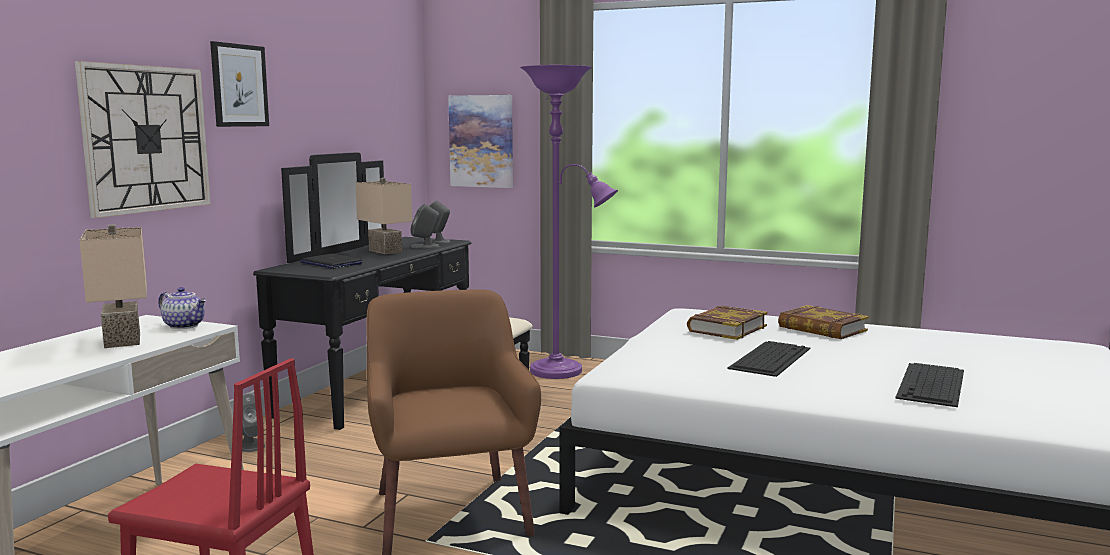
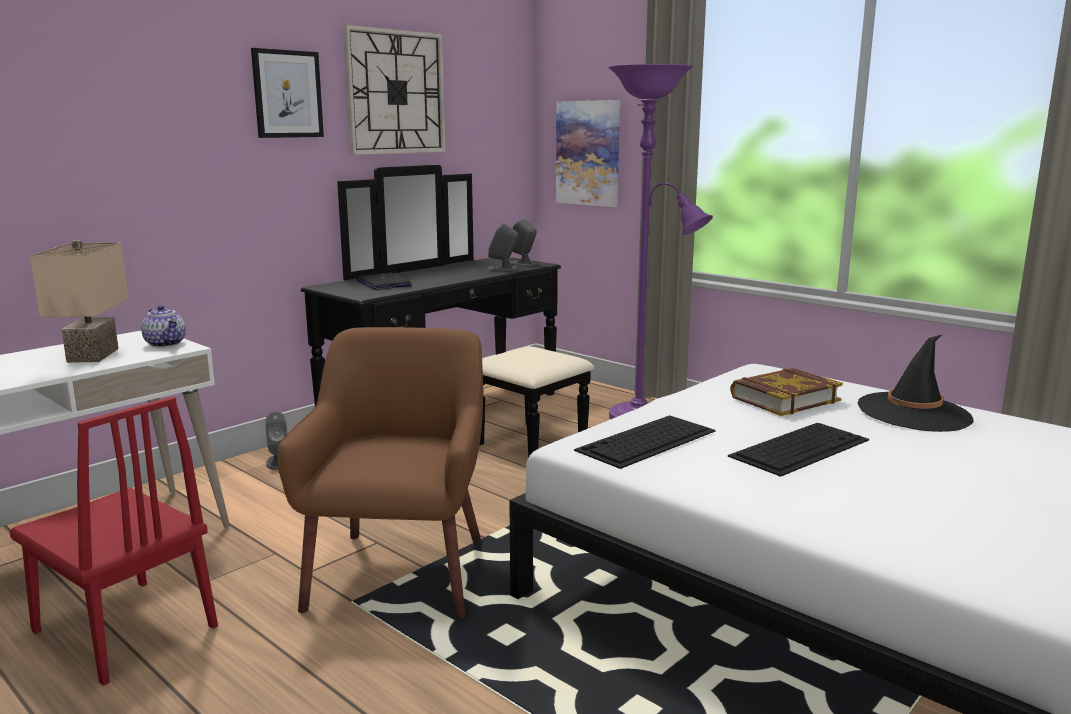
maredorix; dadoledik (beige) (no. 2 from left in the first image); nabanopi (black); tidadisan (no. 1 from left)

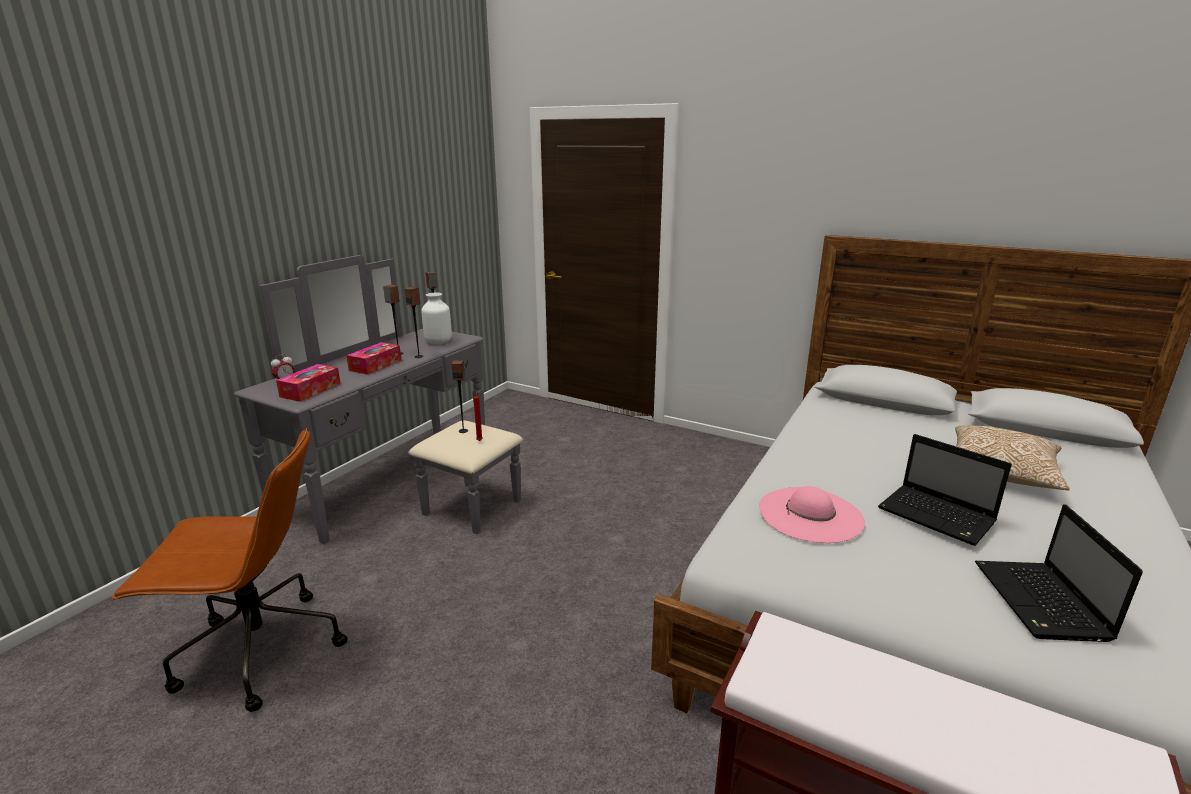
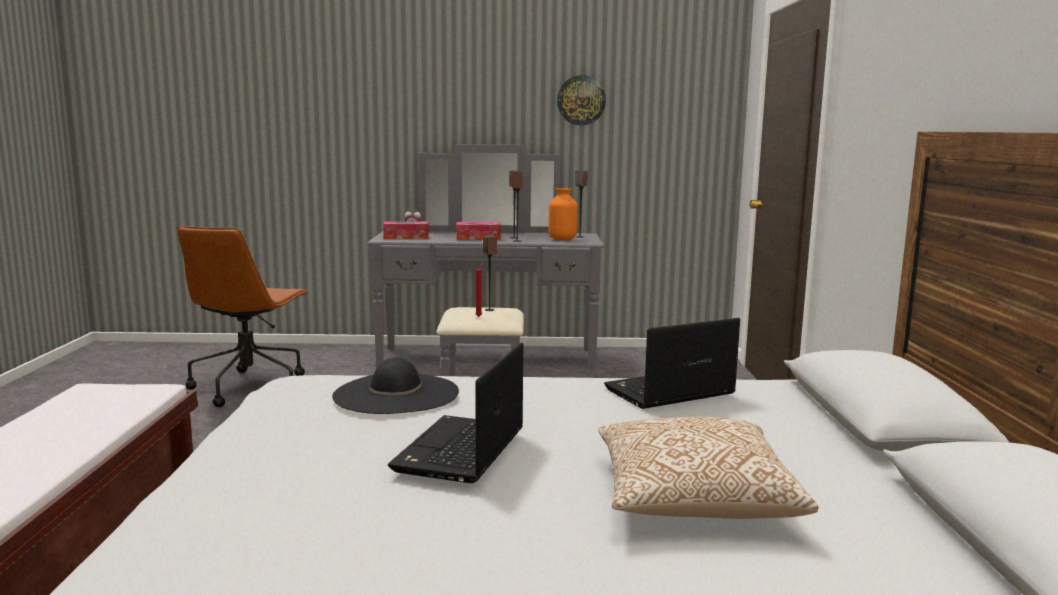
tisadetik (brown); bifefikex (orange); nabanopi (black); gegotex (no. 2 from left); maredorix

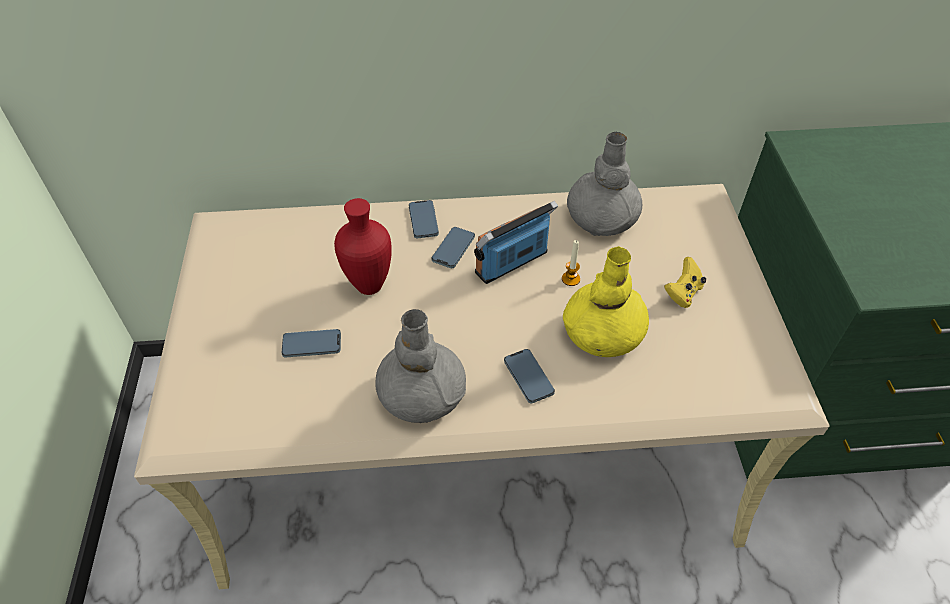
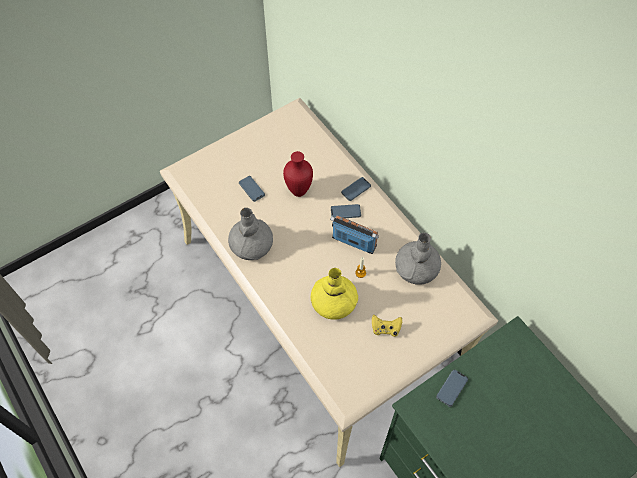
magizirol (no. 4 from left)

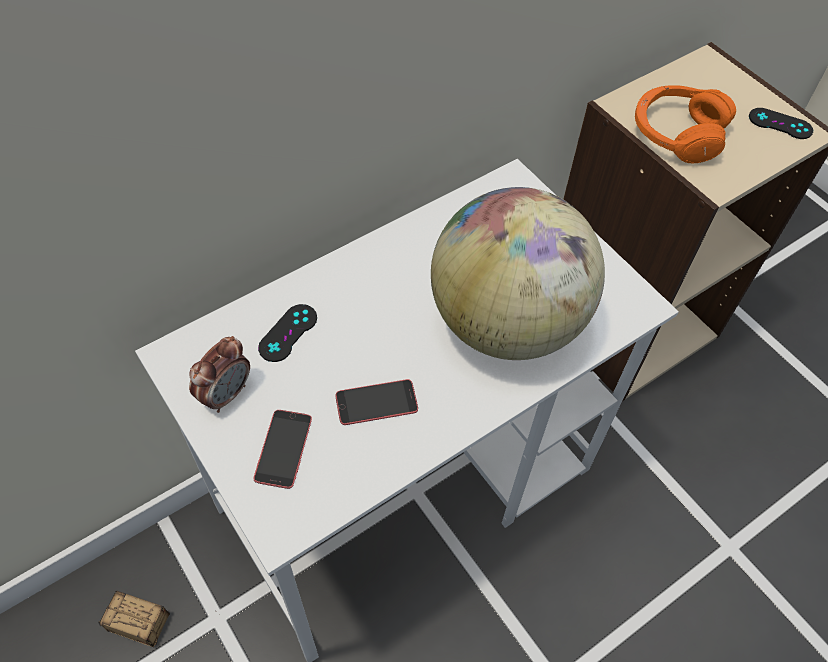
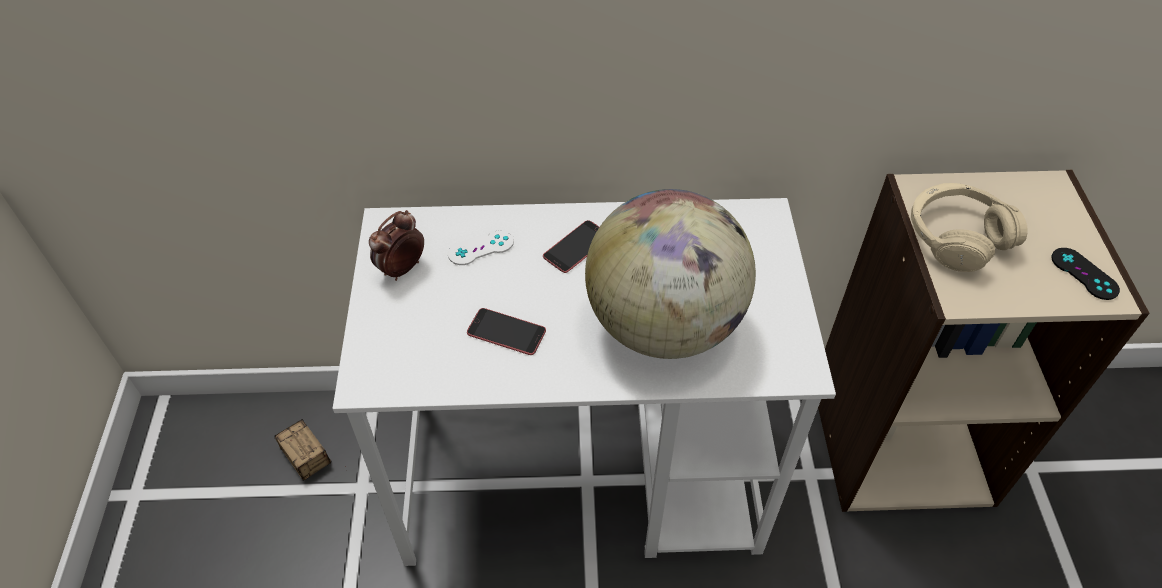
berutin; magizirol (no. 2 from left); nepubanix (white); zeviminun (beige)

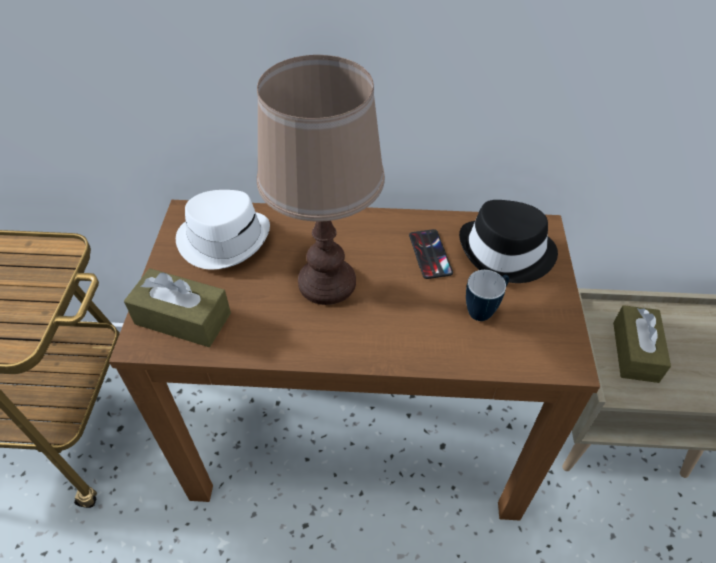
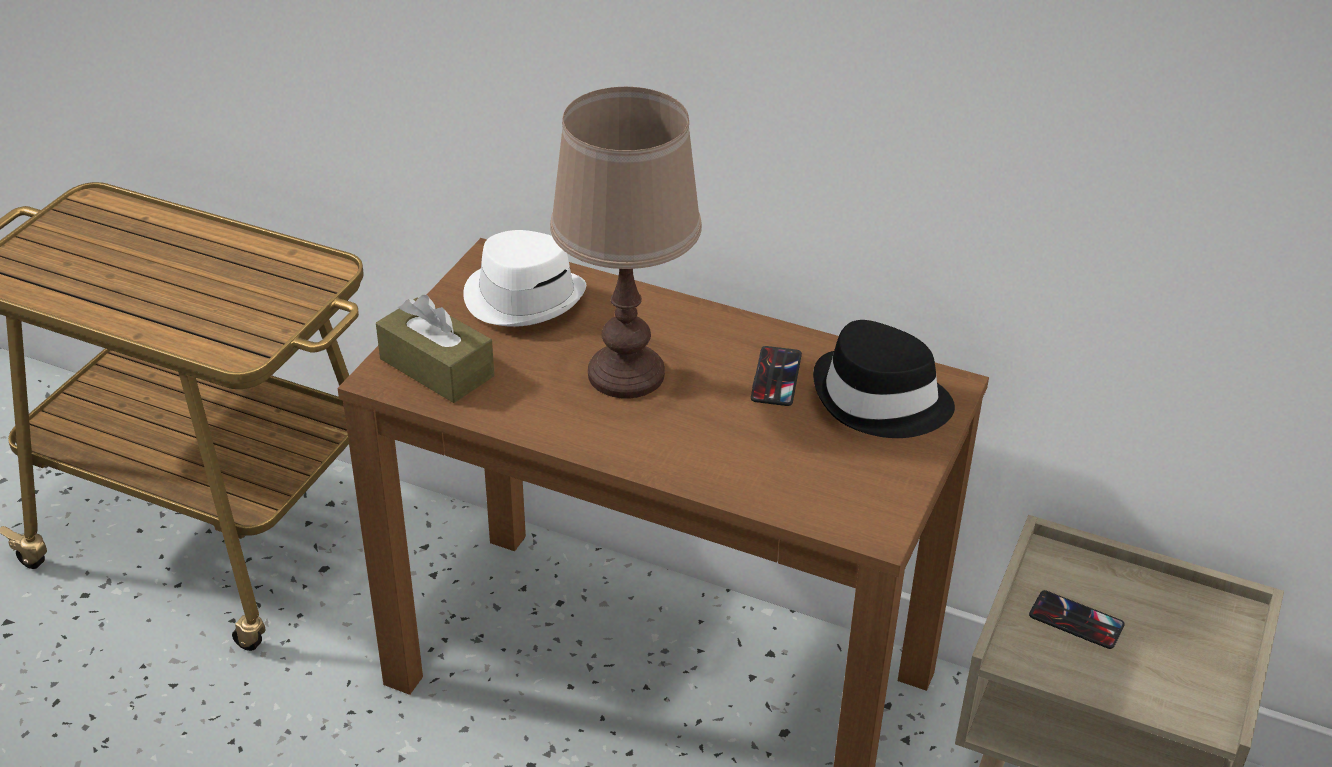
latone; magizirol (no. 2 from left)

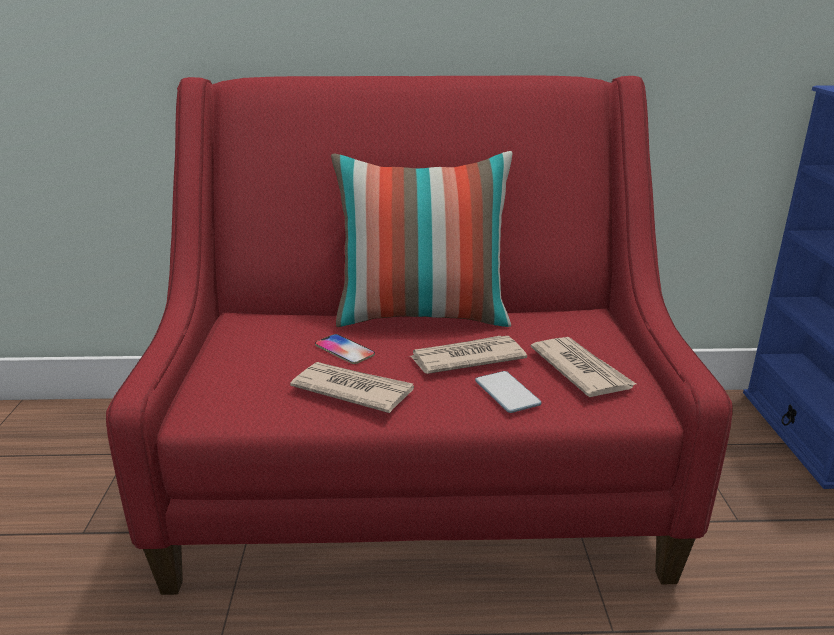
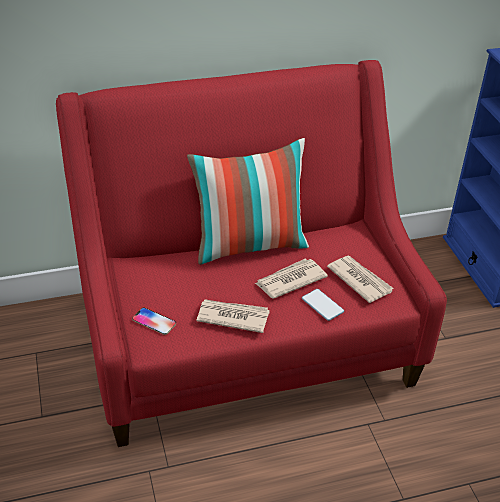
magizirol (no. 1 from left)

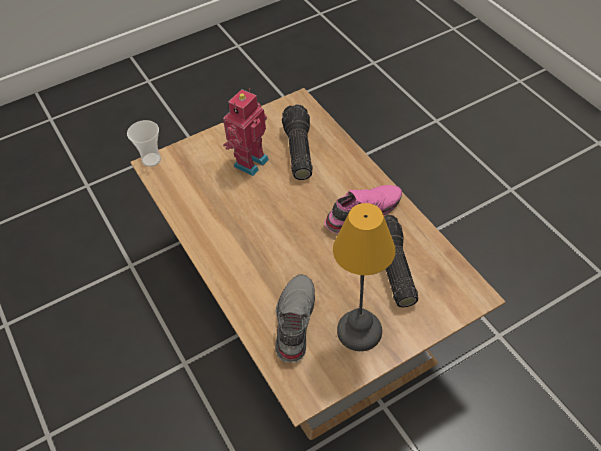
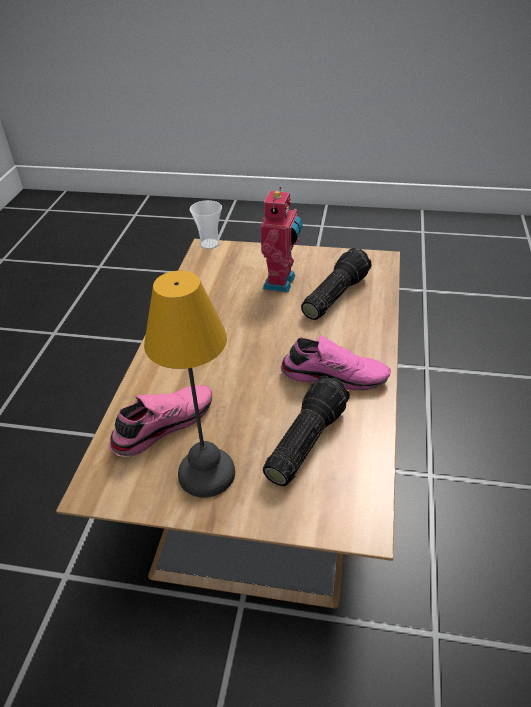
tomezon; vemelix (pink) (no. 1 from left)

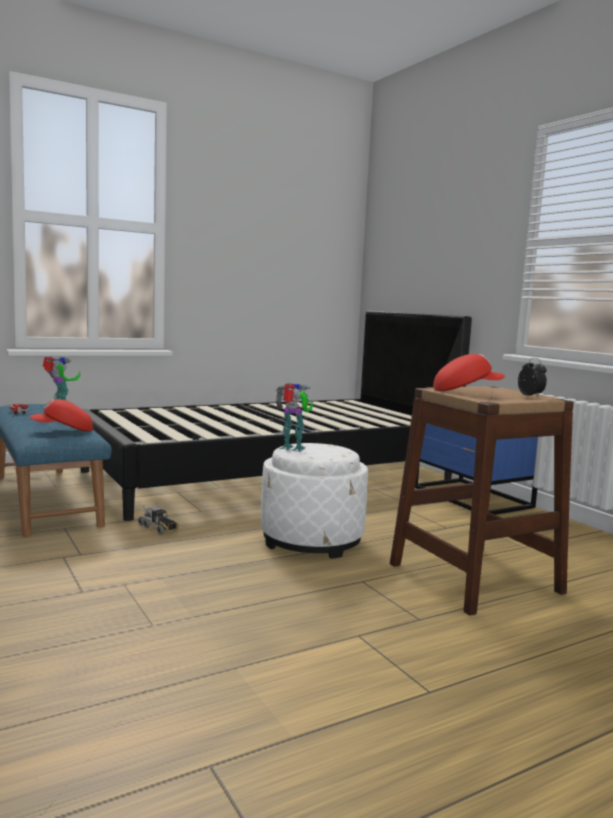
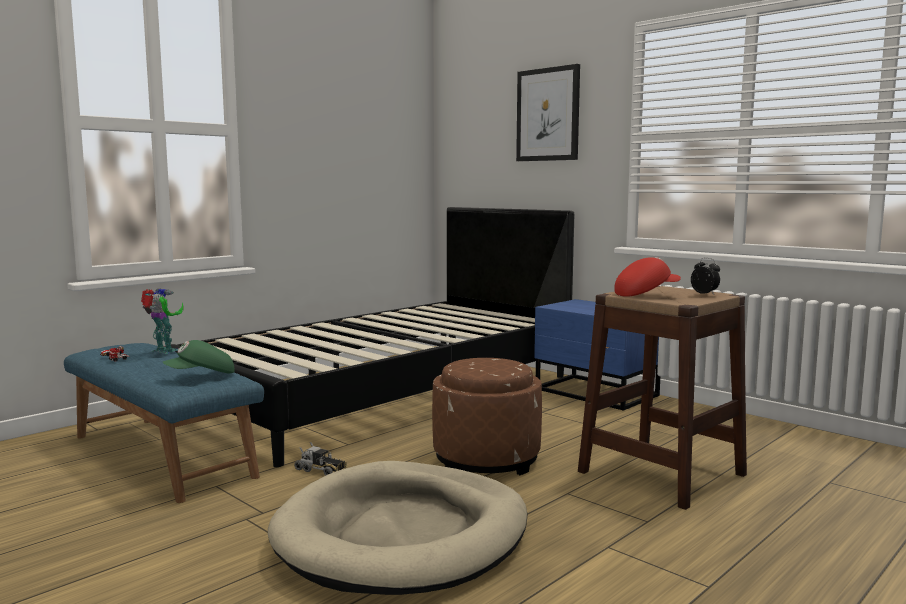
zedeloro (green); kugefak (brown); tomezon (no. 2 from left in the first image); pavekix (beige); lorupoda

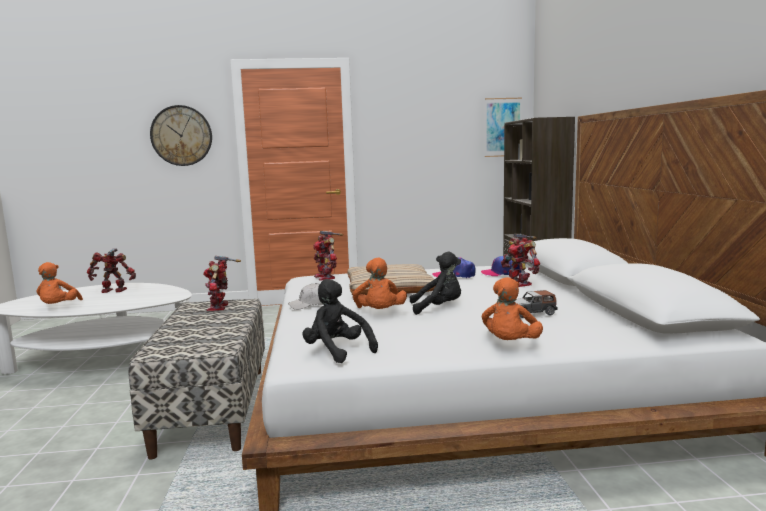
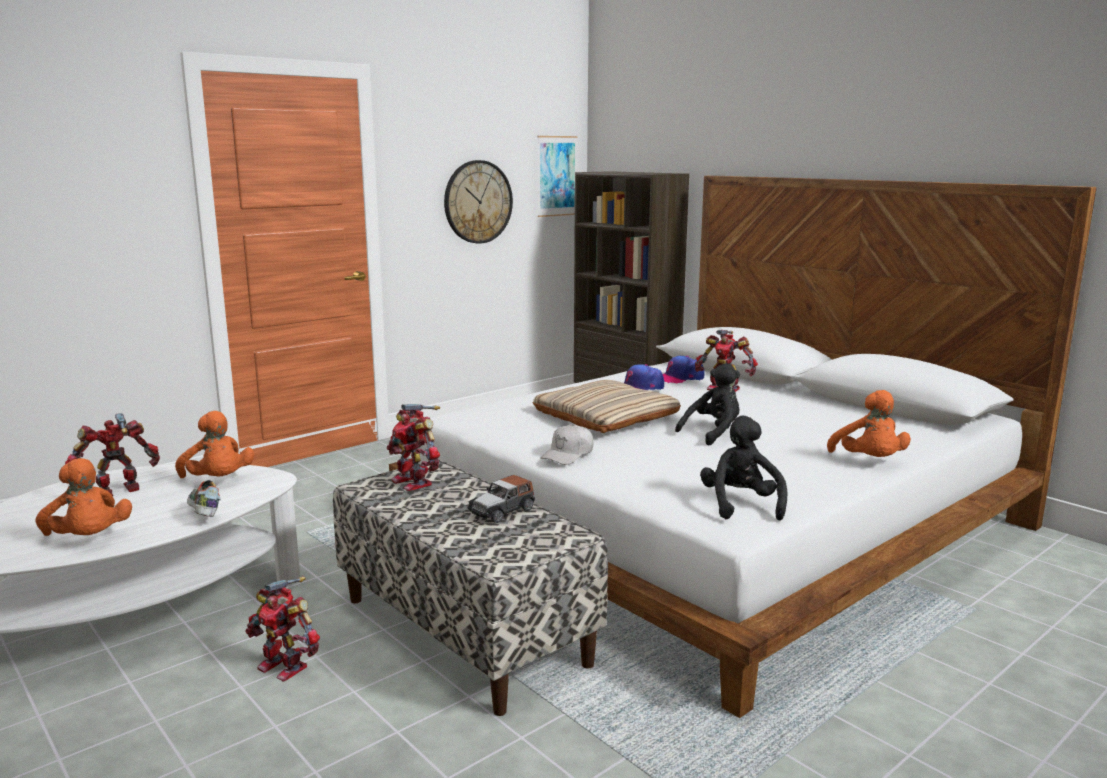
maredorix; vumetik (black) (no. 2 from left); tomezon (no. 2 from left); vumetik (orange) (no. 2 from left); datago; vemelix

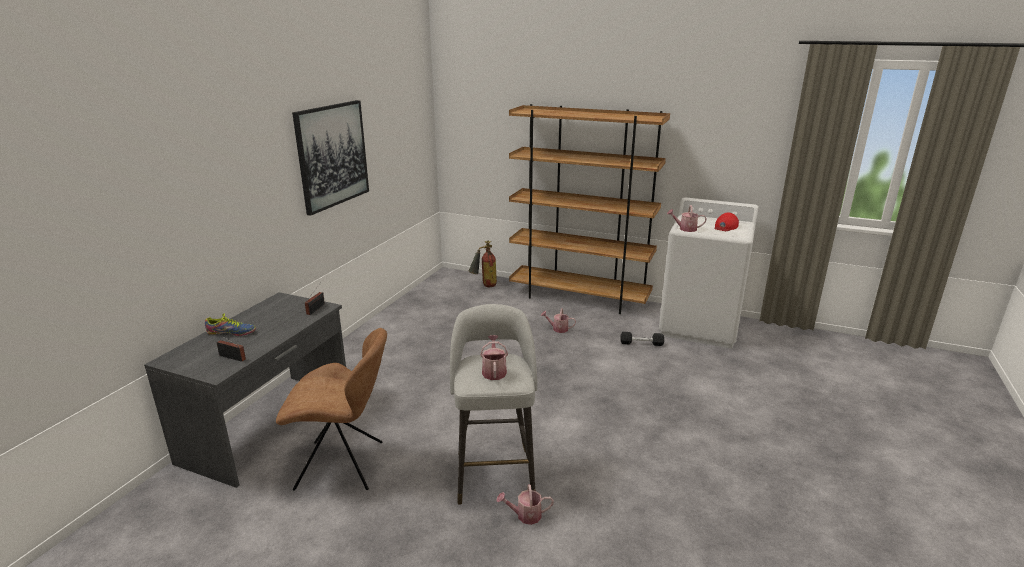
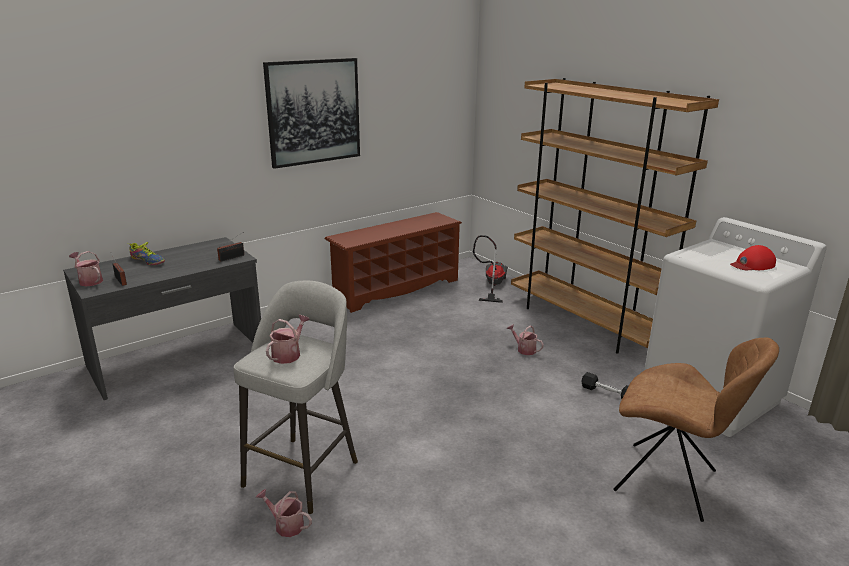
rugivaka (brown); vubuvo; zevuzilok (no. 1 from left); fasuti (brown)

